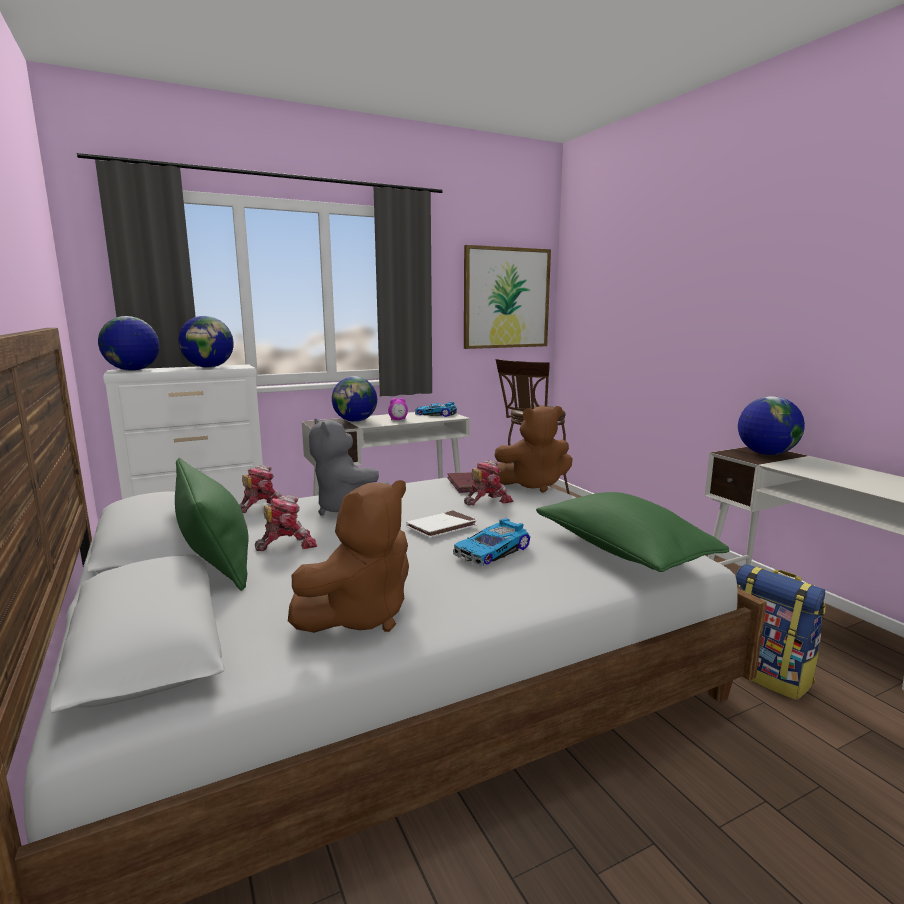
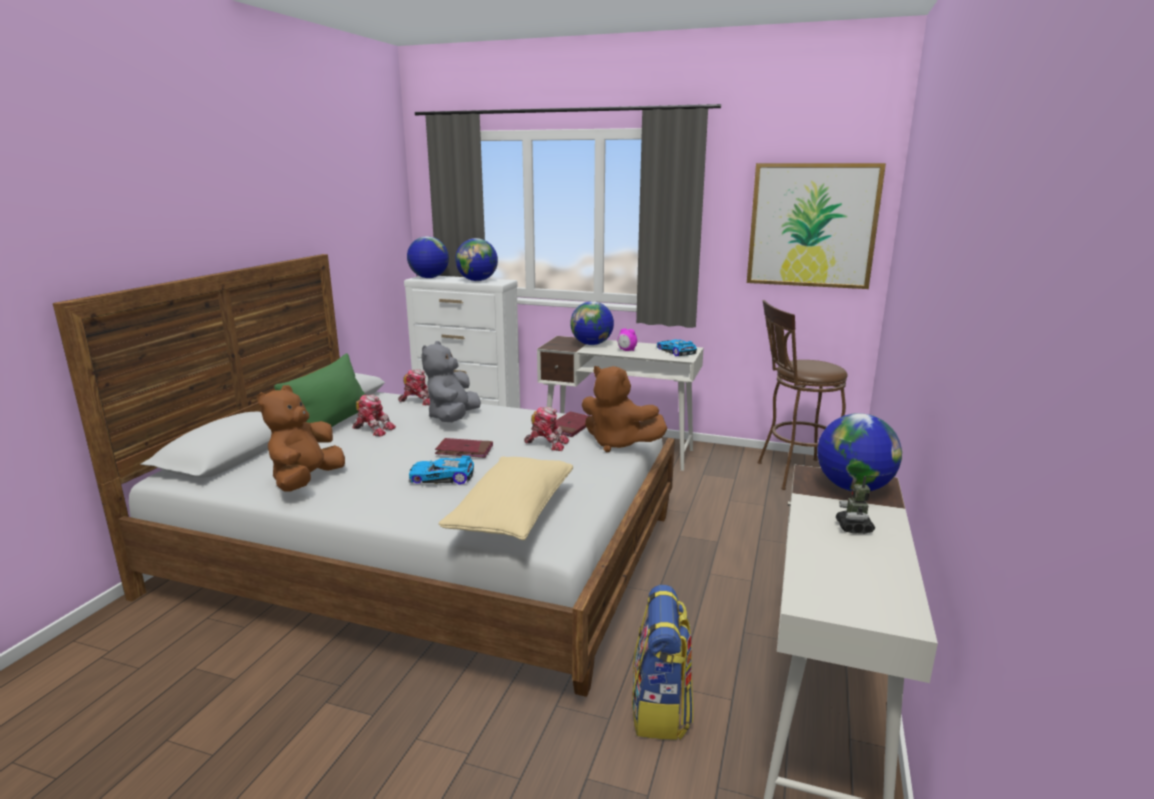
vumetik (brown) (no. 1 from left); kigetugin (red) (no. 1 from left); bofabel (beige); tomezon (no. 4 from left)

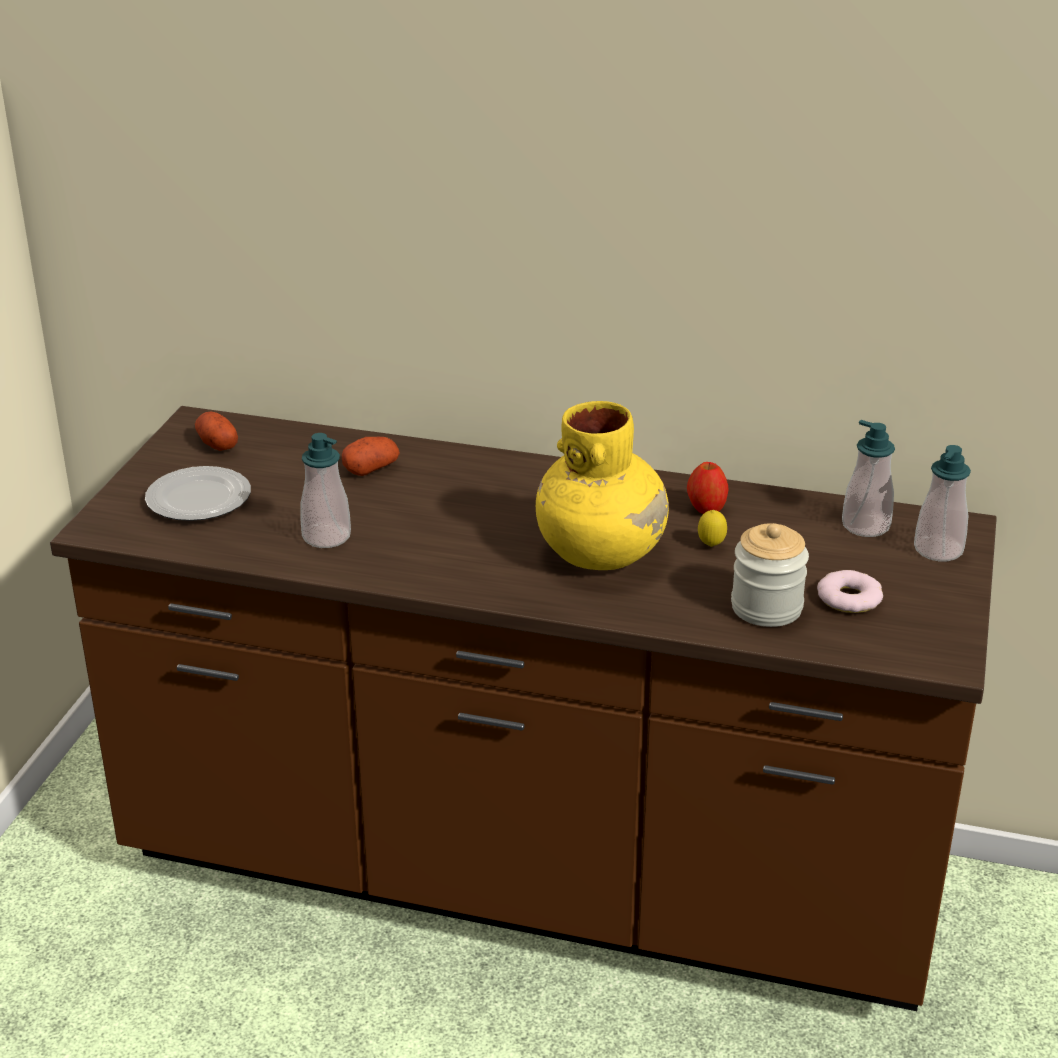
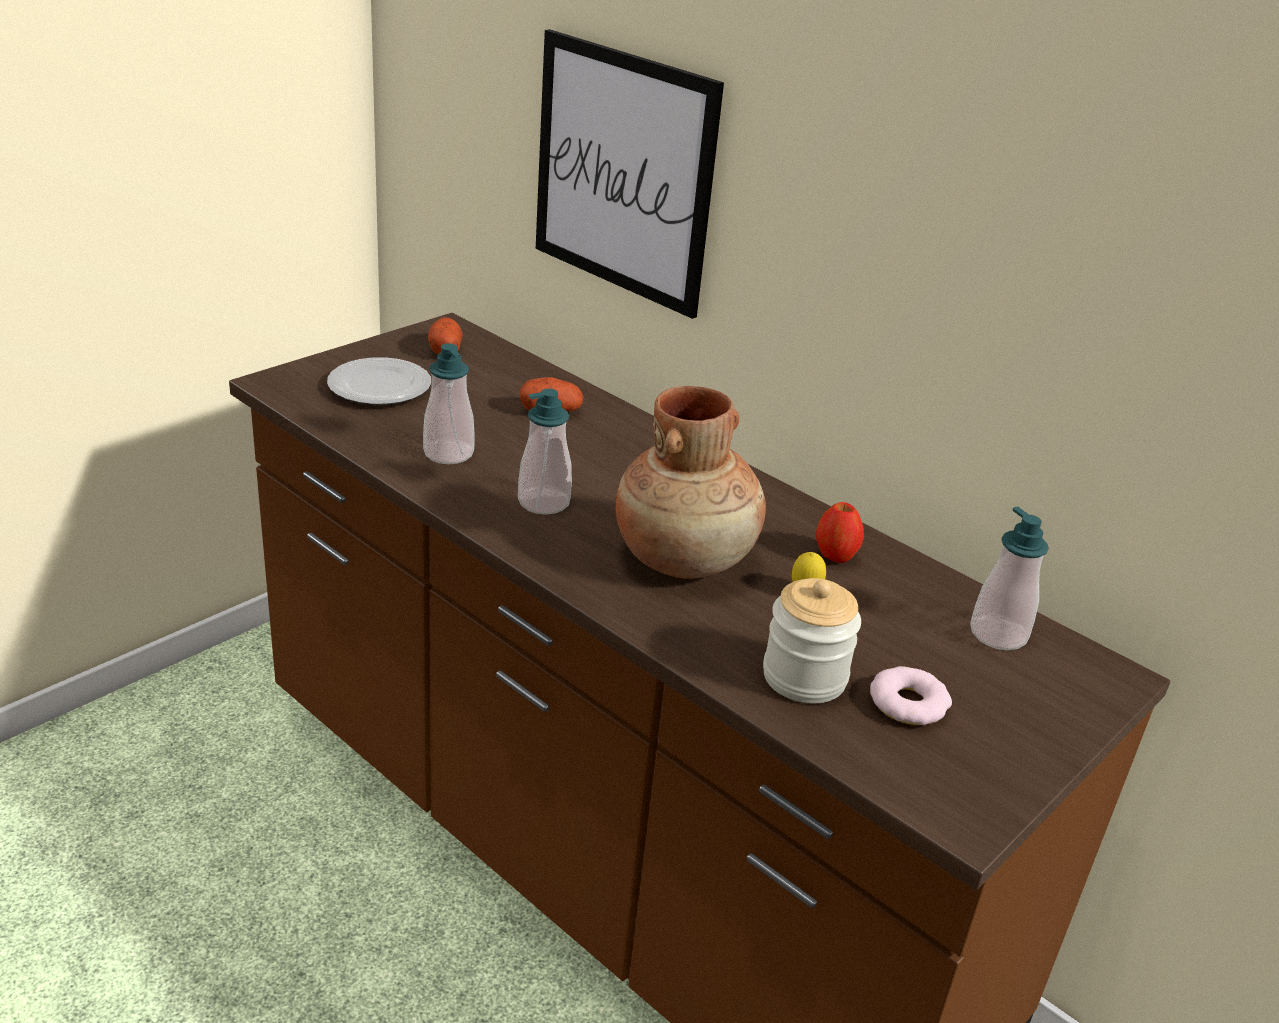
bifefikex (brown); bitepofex (no. 2 from left); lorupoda

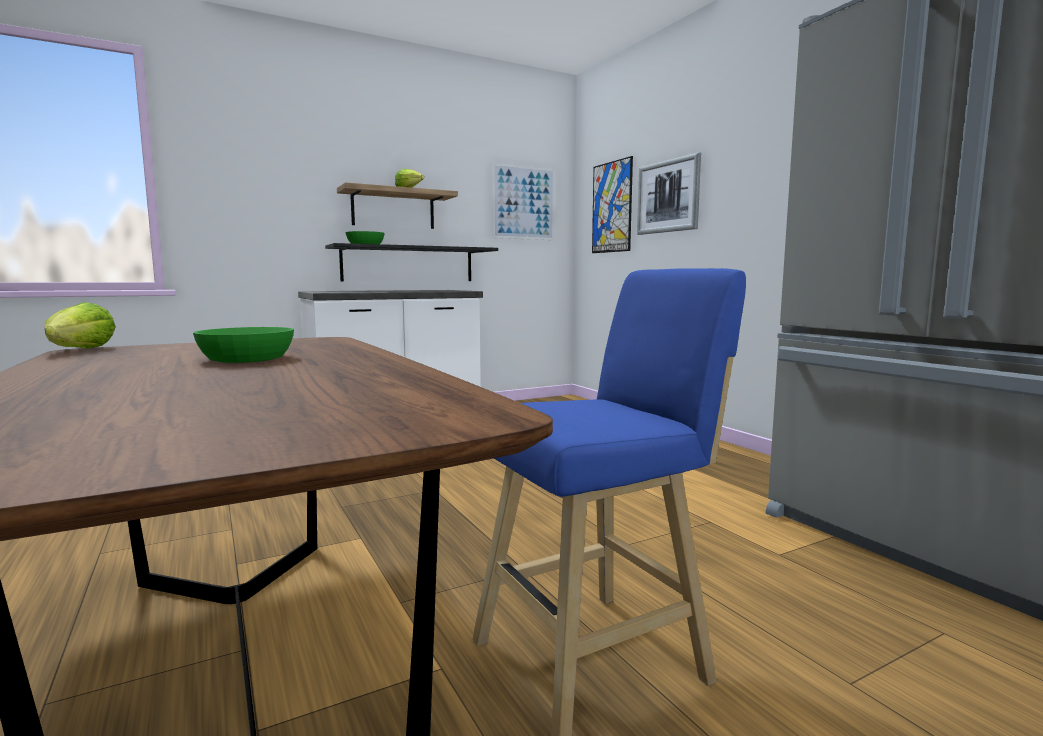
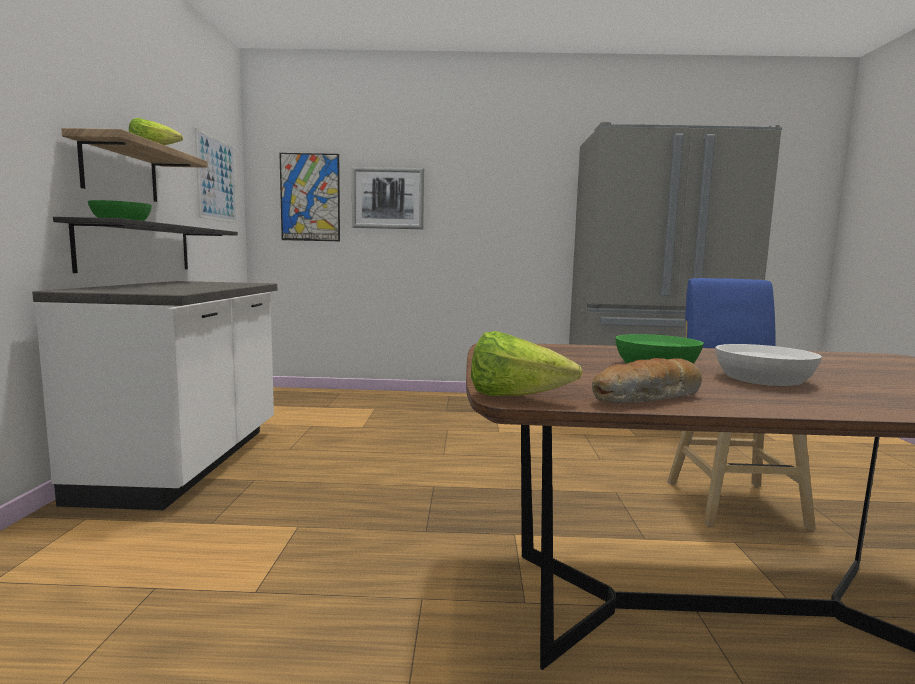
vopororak; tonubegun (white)

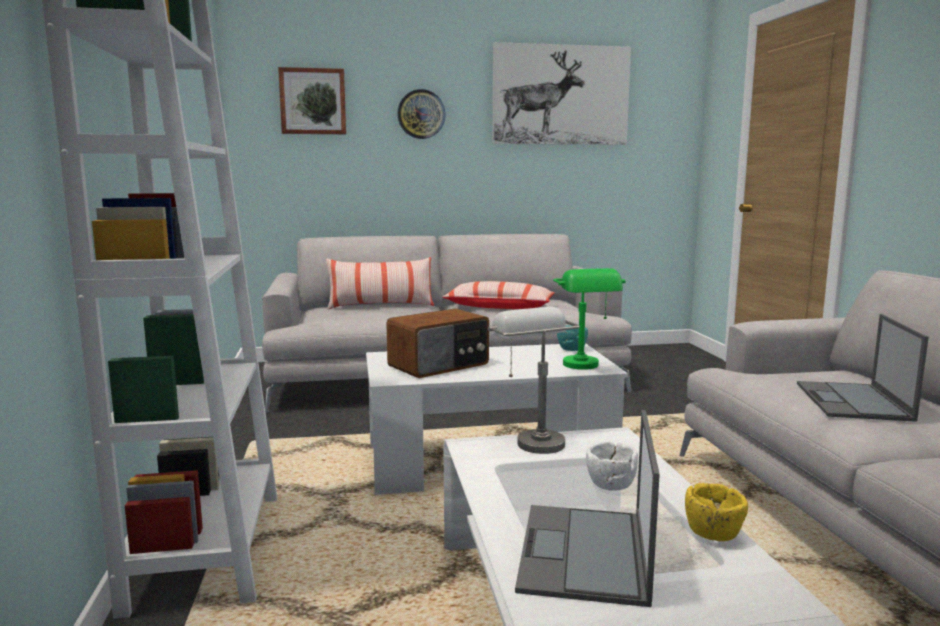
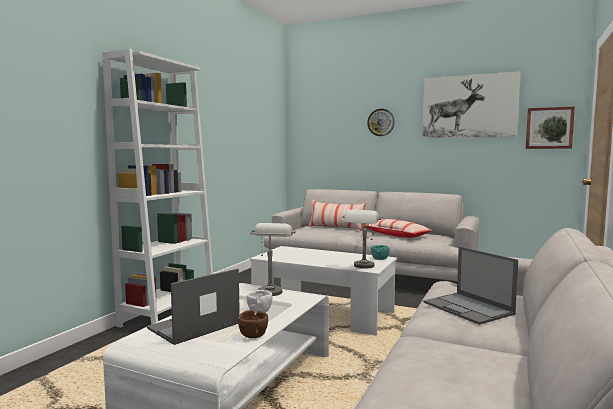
lorupoda (no. 2 from left); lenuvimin; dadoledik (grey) (no. 2 from left); tonubegun (brown); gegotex (no. 2 from left)

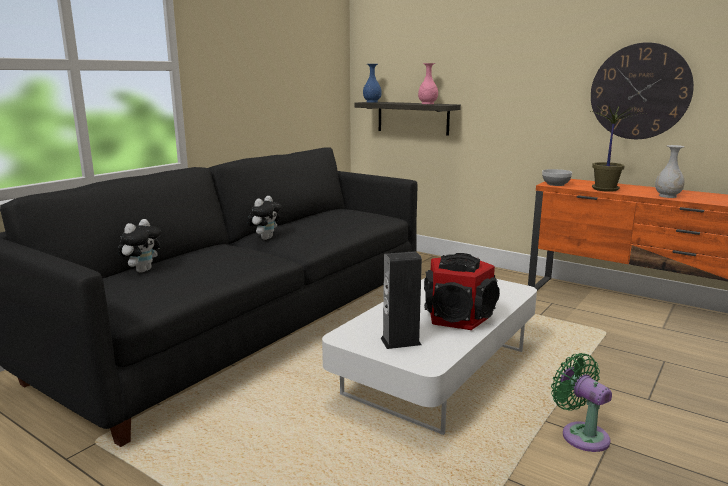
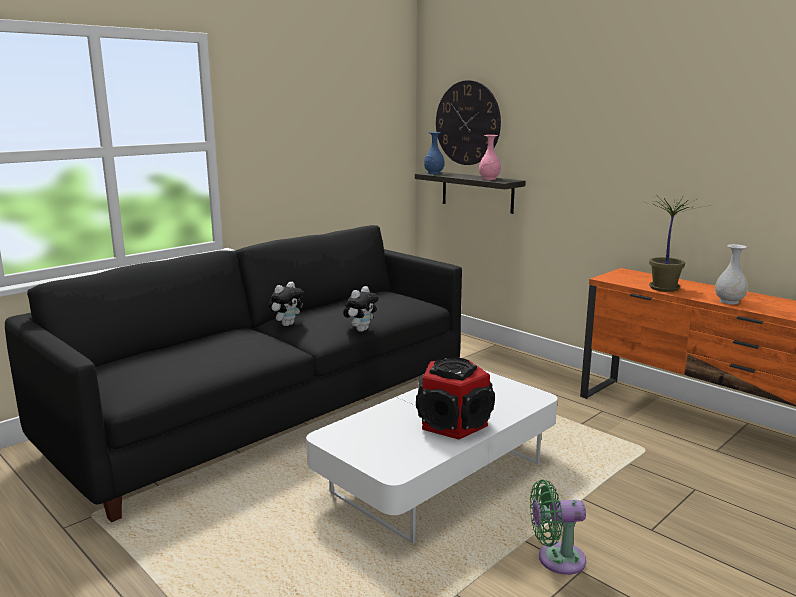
vumetik (no. 2 from left); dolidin (no. 1 from left in the first image); tonubegun; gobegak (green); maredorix

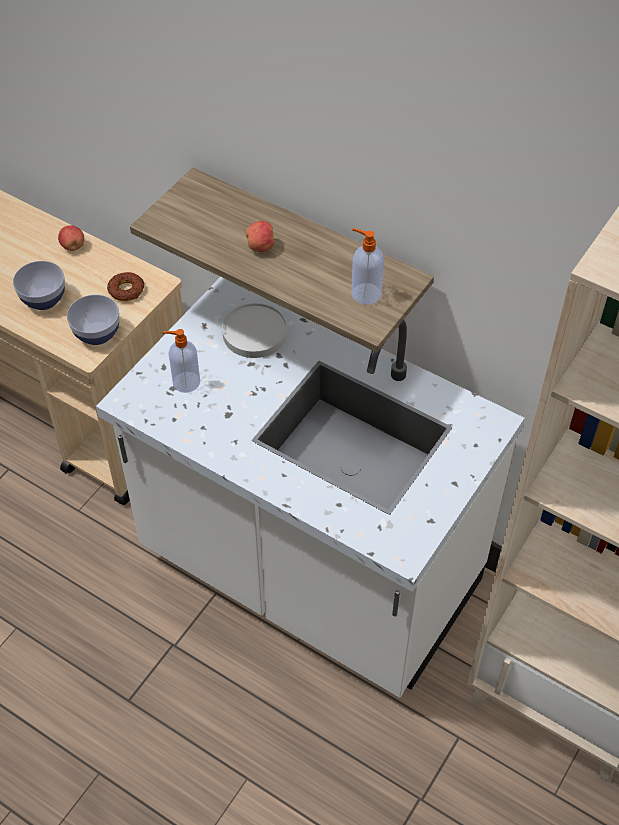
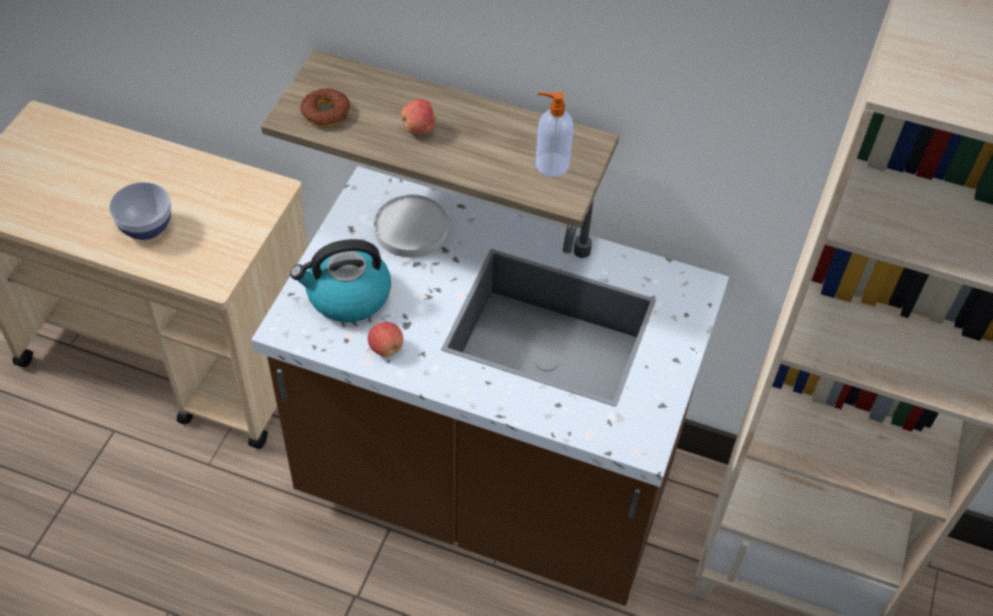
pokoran (no. 1 from left); tonubegun (no. 2 from left in the first image); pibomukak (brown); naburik; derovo

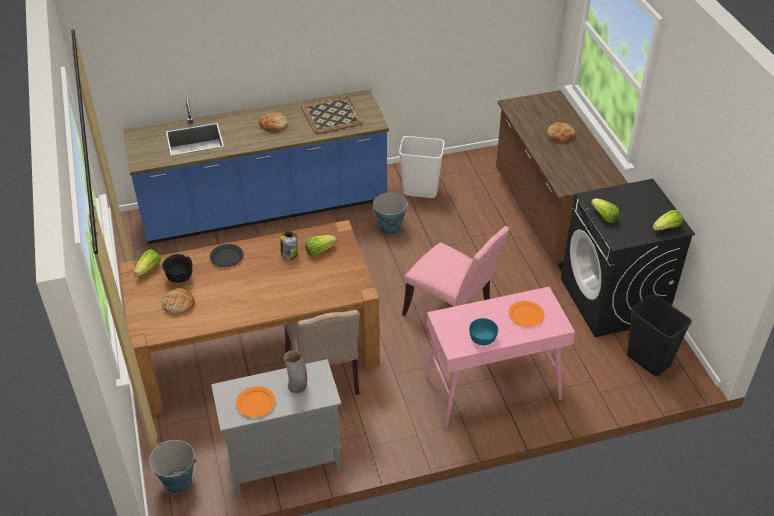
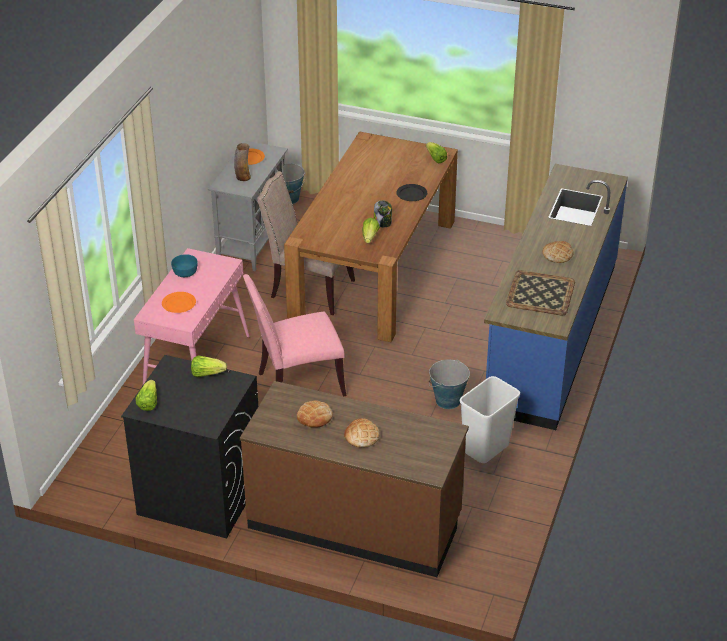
tonubegun (black); vopororak (no. 1 from left); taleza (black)

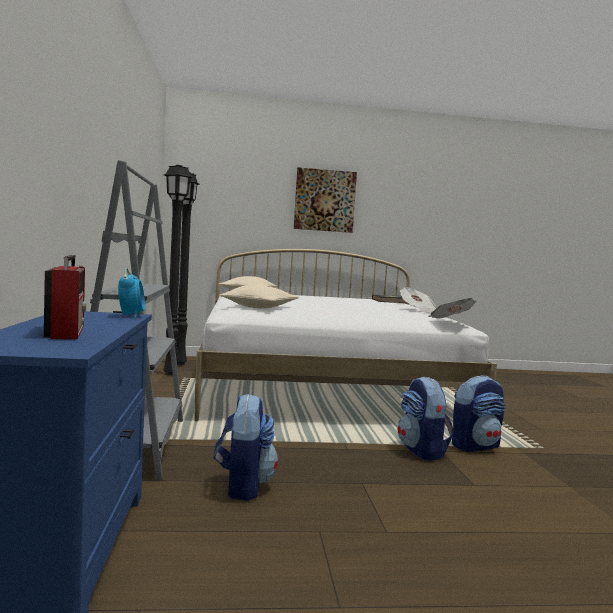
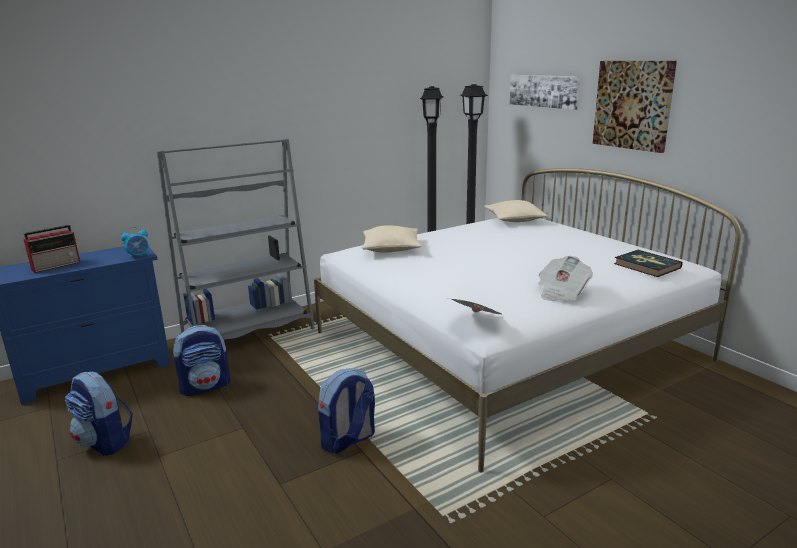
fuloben (no. 1 from left); lorupoda (no. 1 from left)

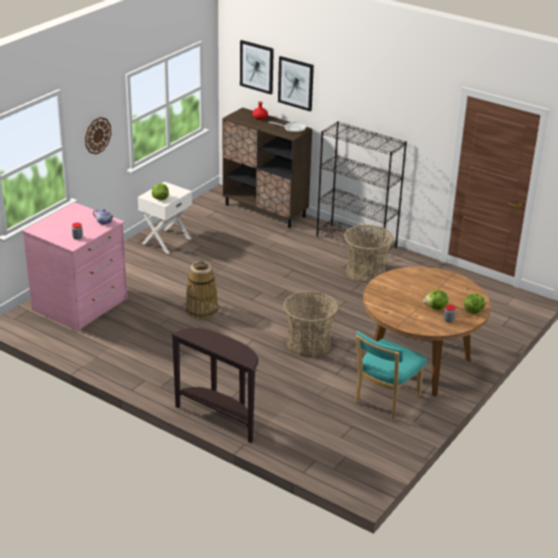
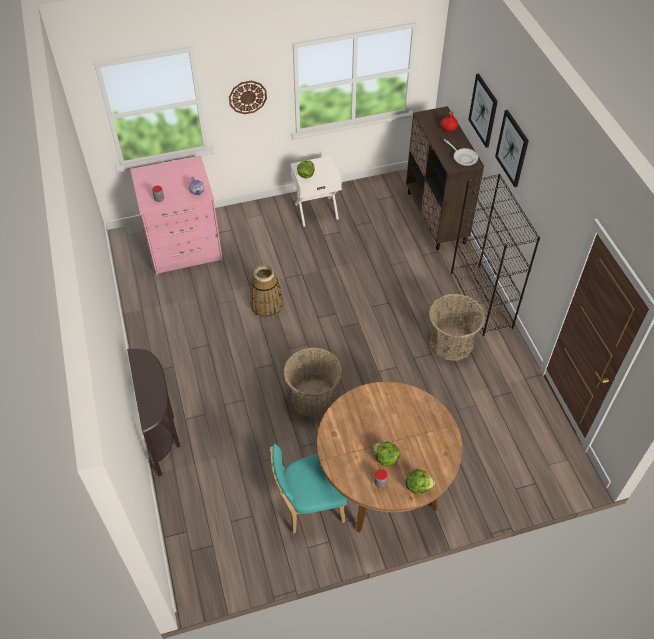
lorupoda (no. 2 from left)

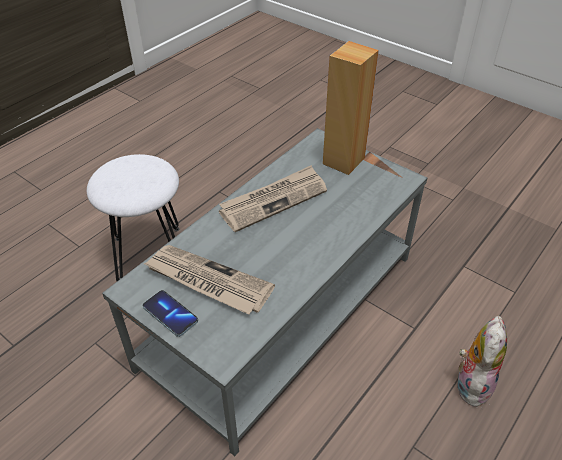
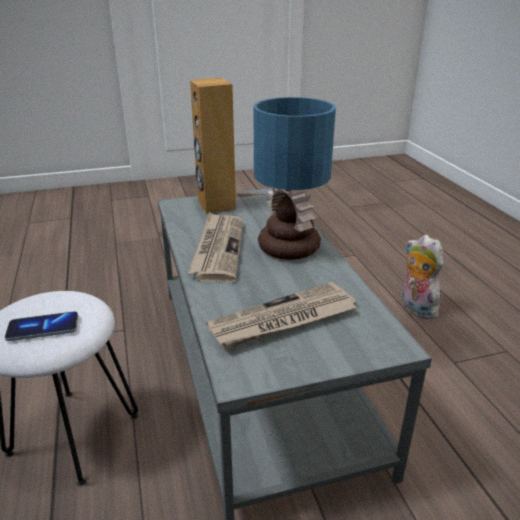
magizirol; dadoledik

